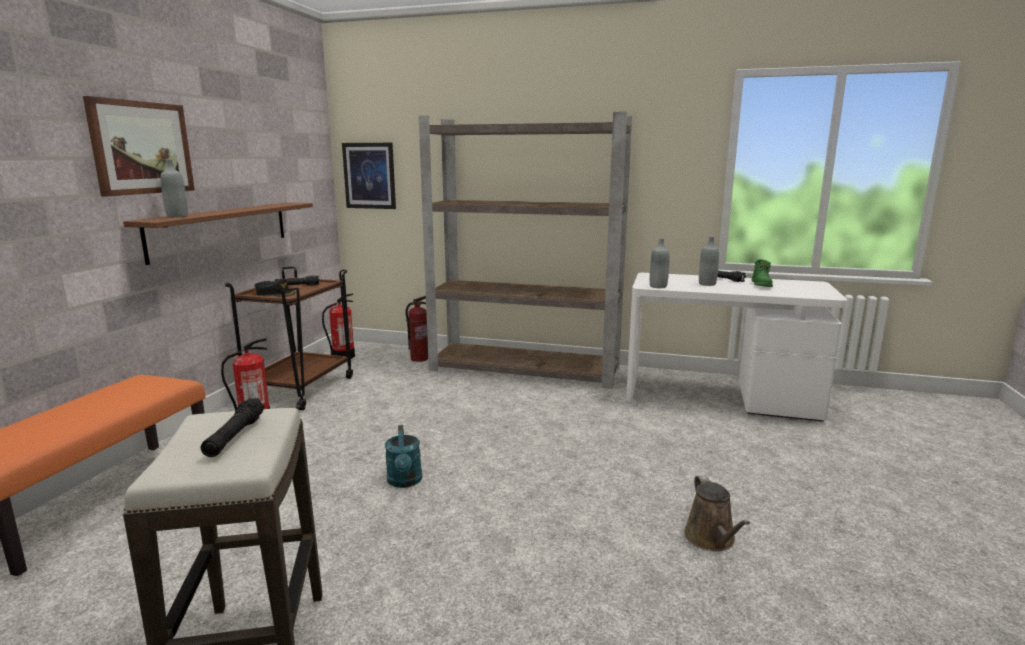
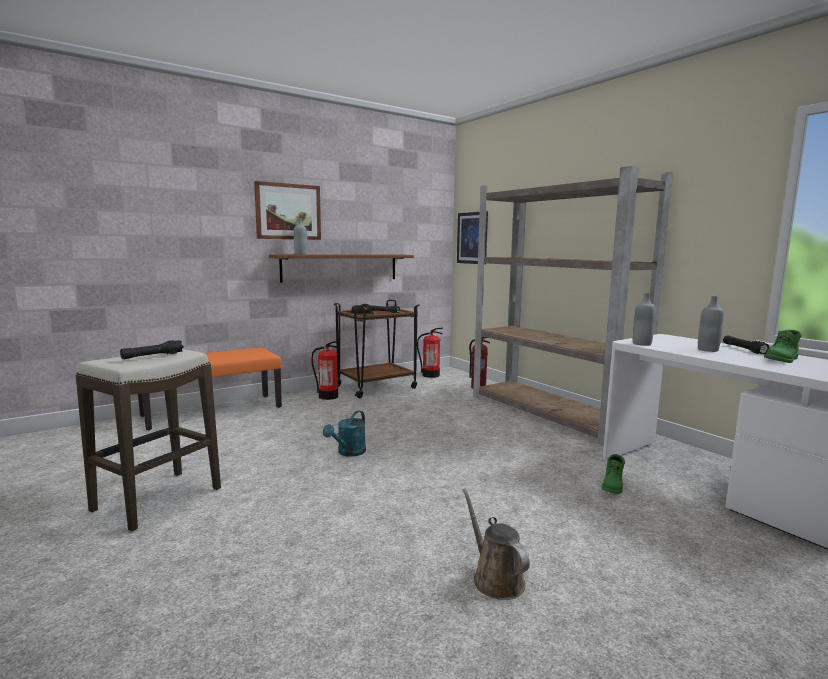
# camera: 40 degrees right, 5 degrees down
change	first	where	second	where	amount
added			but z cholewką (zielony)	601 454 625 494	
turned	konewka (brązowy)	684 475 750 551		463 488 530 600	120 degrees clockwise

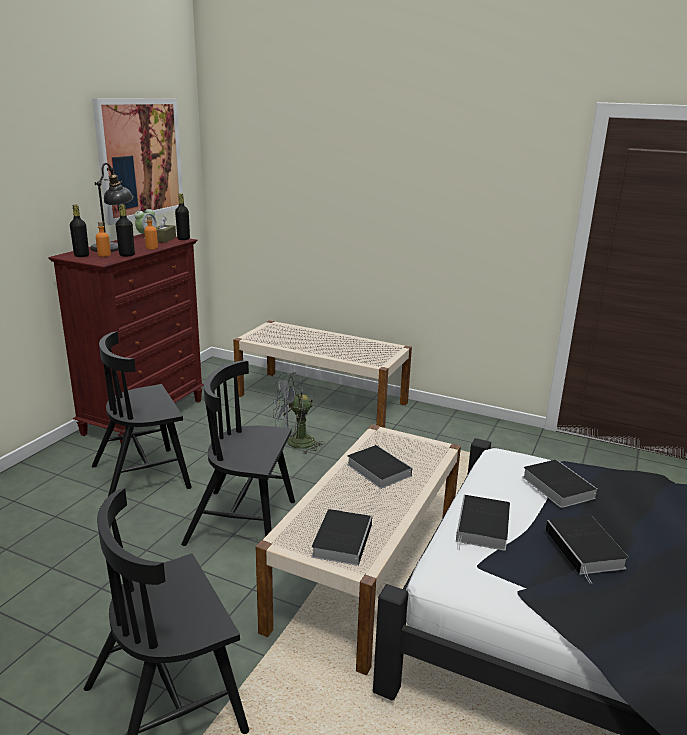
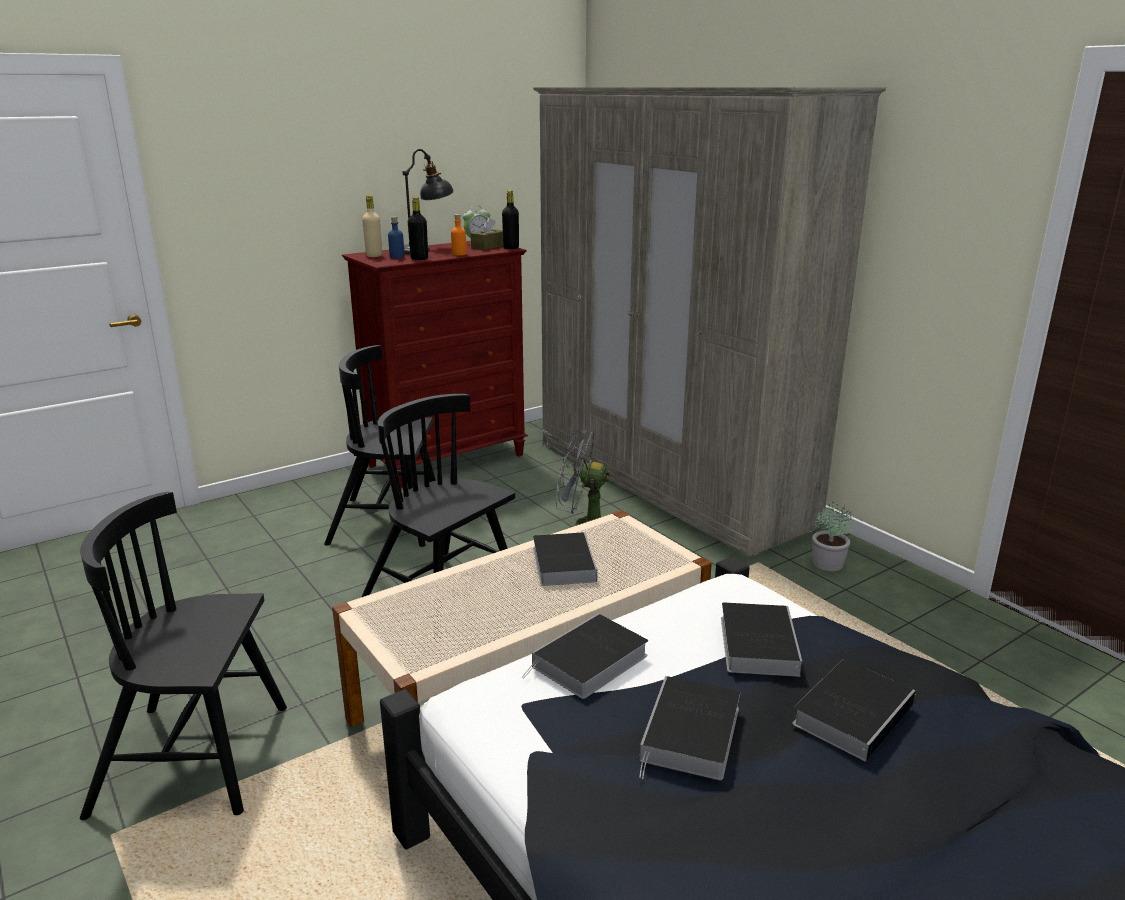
# camera: 30 degrees right, 0 degrees up
change	first	where	second	where	amount
removed	obraz	92 99 183 225			
added			roślina doniczkowa	812 502 852 571	
moved	książka	312 509 372 566		792 659 916 762	
replaced	ławka (beżowy)	233 320 412 428	szafa (beżowy)	533 88 886 557	
recoloured	butelka (czarny)	70 205 89 257	butelka (beżowy)	362 195 382 257	
recoloured	butelka (pomarańczowy)	96 221 111 257	butelka (niebieski)	388 217 405 258	

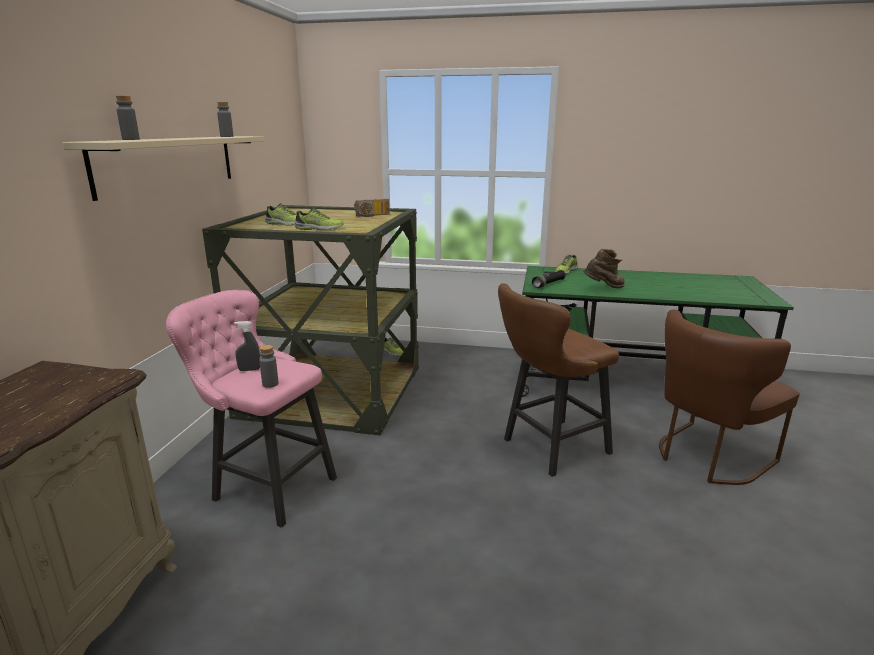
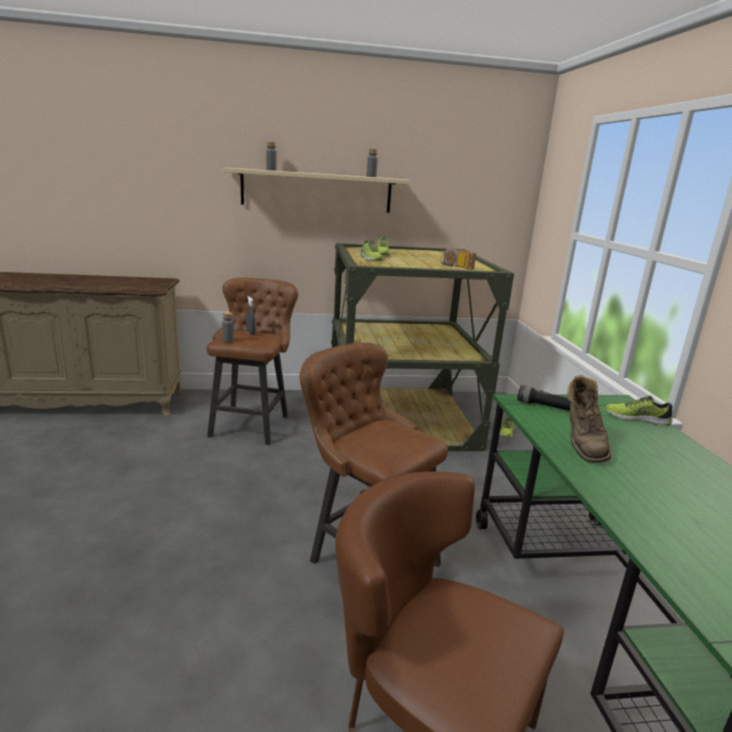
# camera: 70 degrees right, 0 degrees up
change	first	where	second	where	amount
recoloured	stołek (różowy)	166 290 337 528	stołek (brązowy)	207 278 298 445	
turned	but z cholewką (brązowy)	583 249 625 288		567 375 611 463	45 degrees clockwise

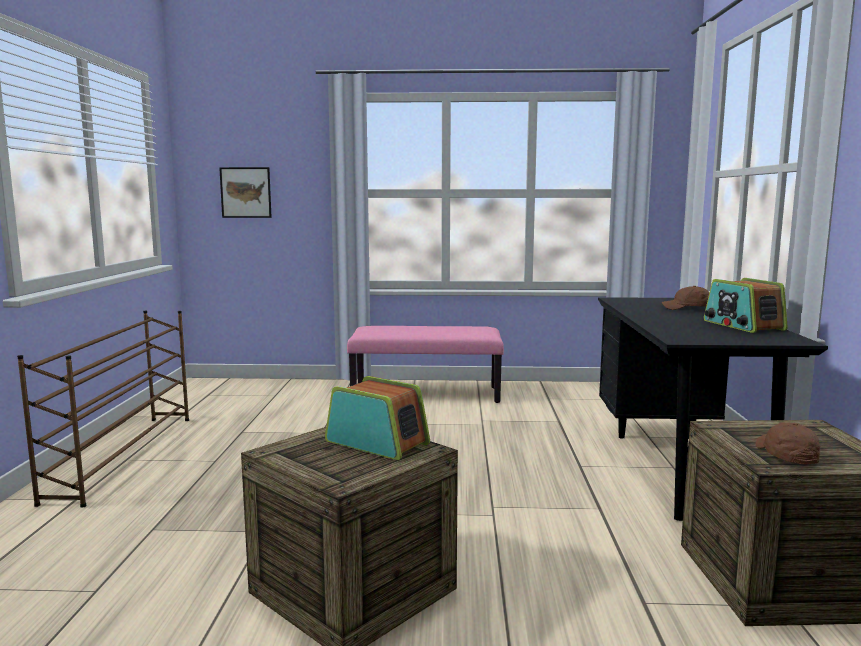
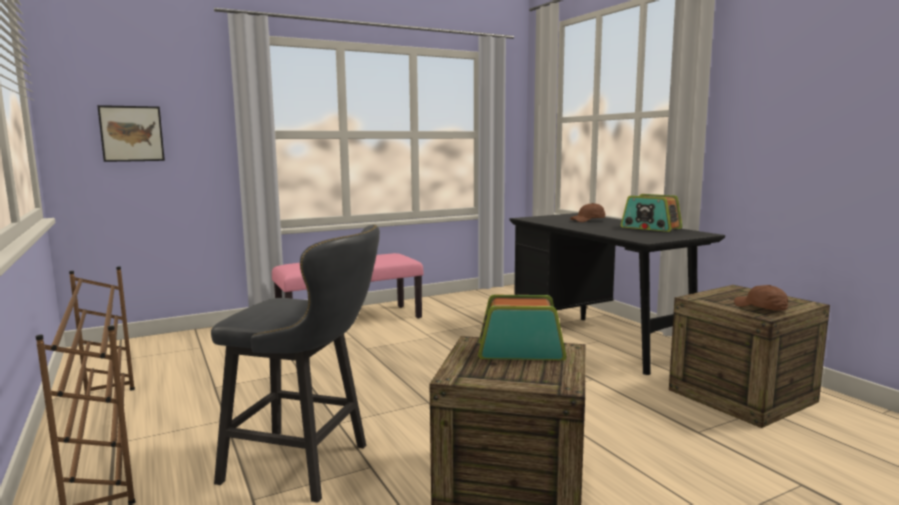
# camera: 30 degrees left, 0 degrees up
change	first	where	second	where	amount
added			stołek (szary)	211 225 380 503	

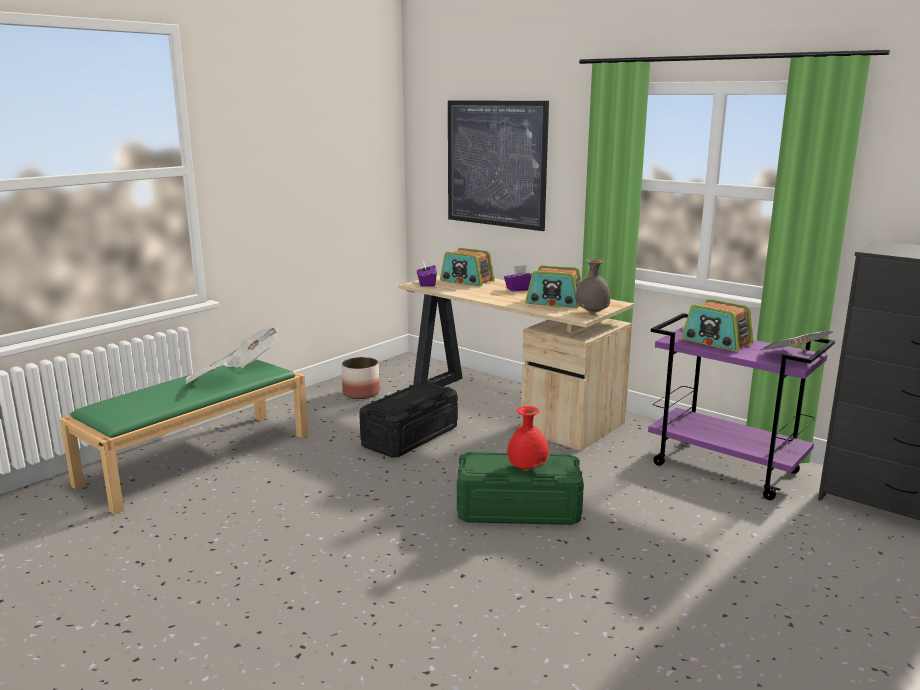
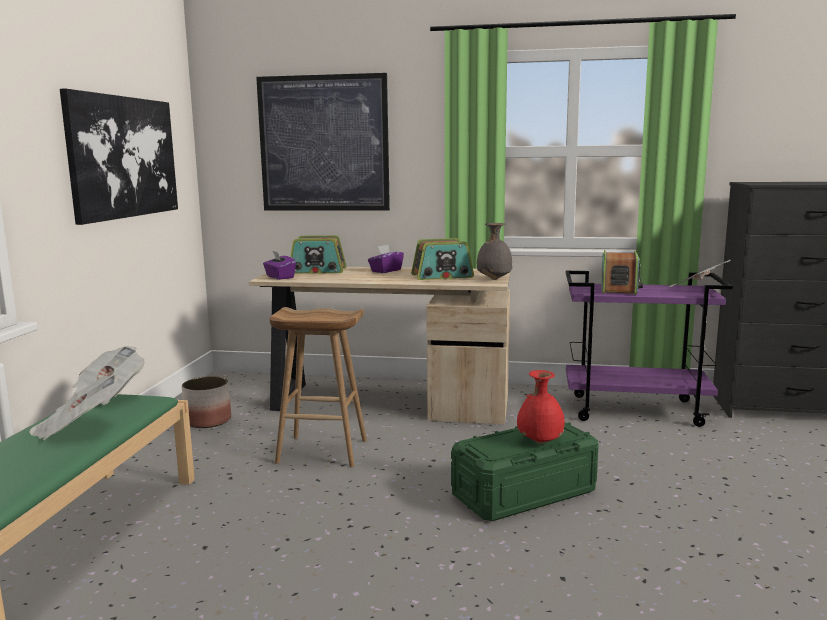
# camera: 30 degrees left, 5 degrees down
change	first	where	second	where	amount
added			obraz	60 88 178 225	
replaced	pojemnik do przechowywania (czarny)	359 382 458 457	stołek (brązowy)	269 307 367 467	
turned	radio	681 299 753 352		601 250 643 295	90 degrees counterclockwise

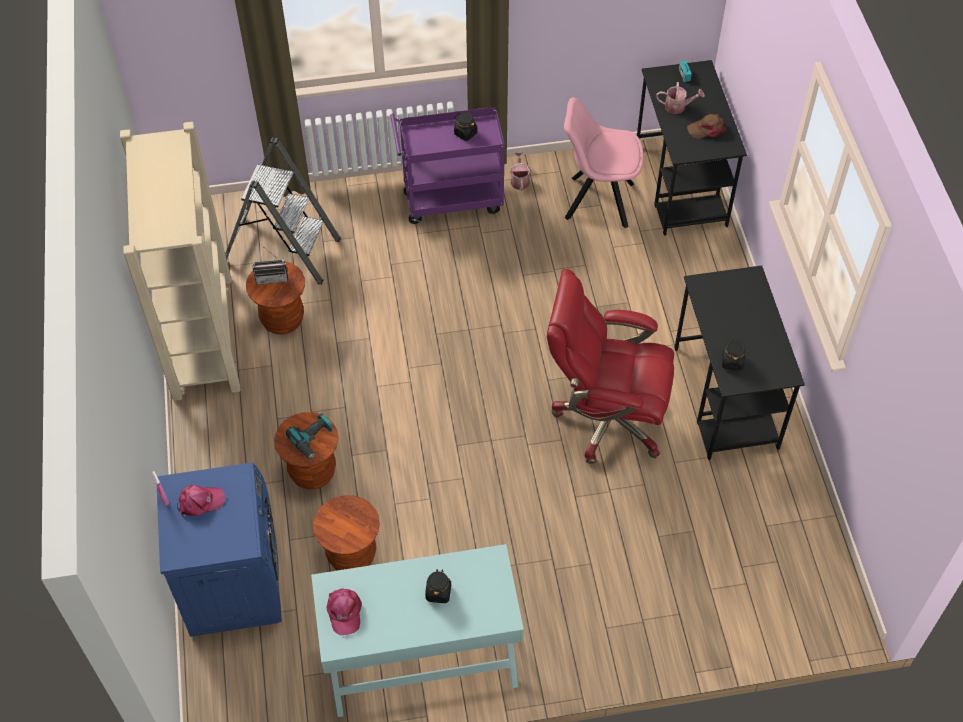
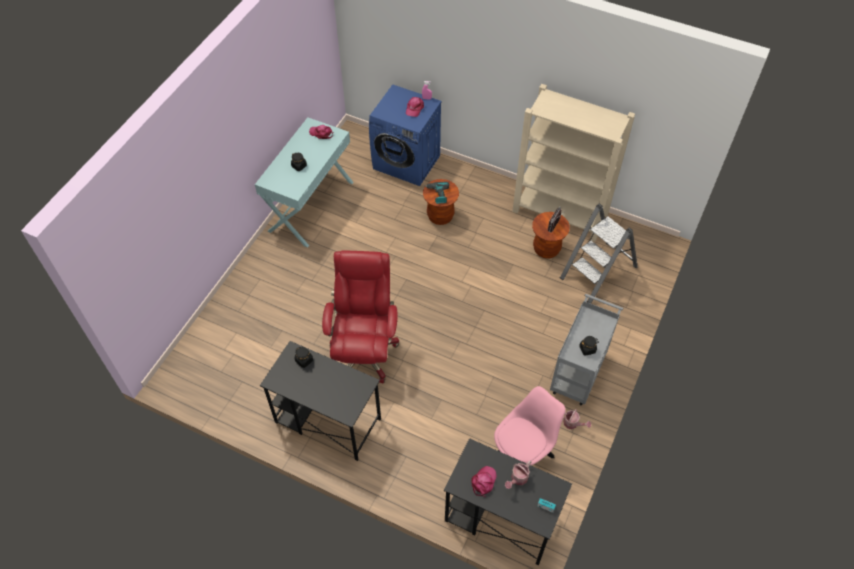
# camera: 125 degrees right, 0 degrees up
change	first	where	second	where	amount
removed	stołek (brązowy)	313 495 380 571			
recoloured	wózek (fioletowy)	390 107 505 224	wózek (szary)	550 293 623 406	
recoloured	czapka z daszkiem (brązowy)	687 114 726 139	czapka z daszkiem (różowy)	471 466 497 497	
turned	krzesło biurowe (czerwony)	547 269 674 464		322 251 399 384	45 degrees counterclockwise

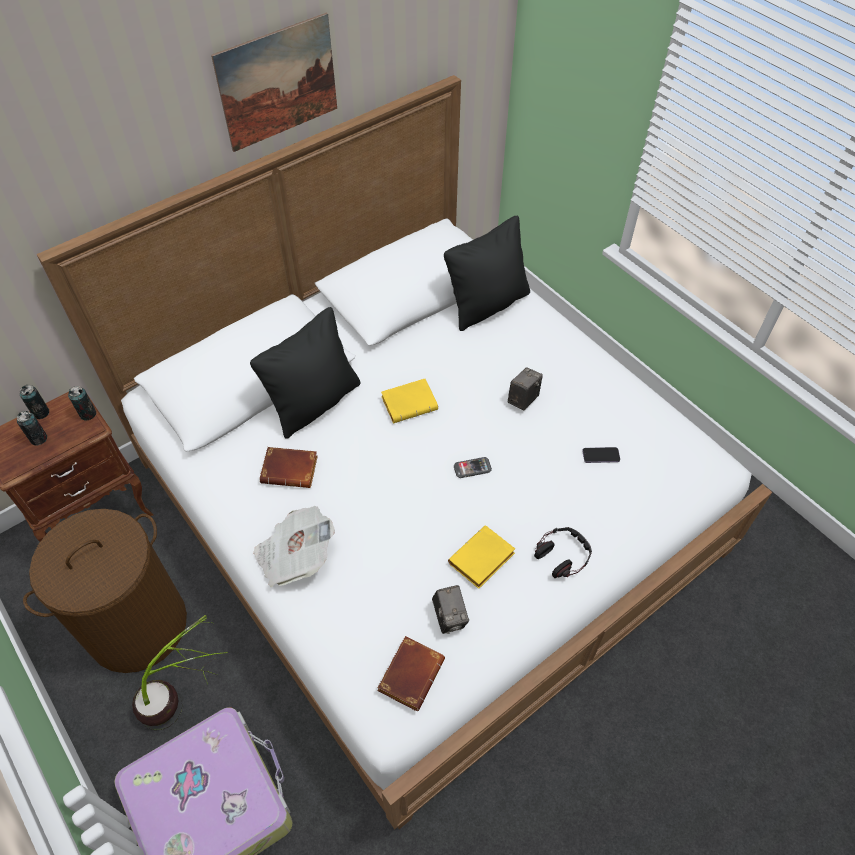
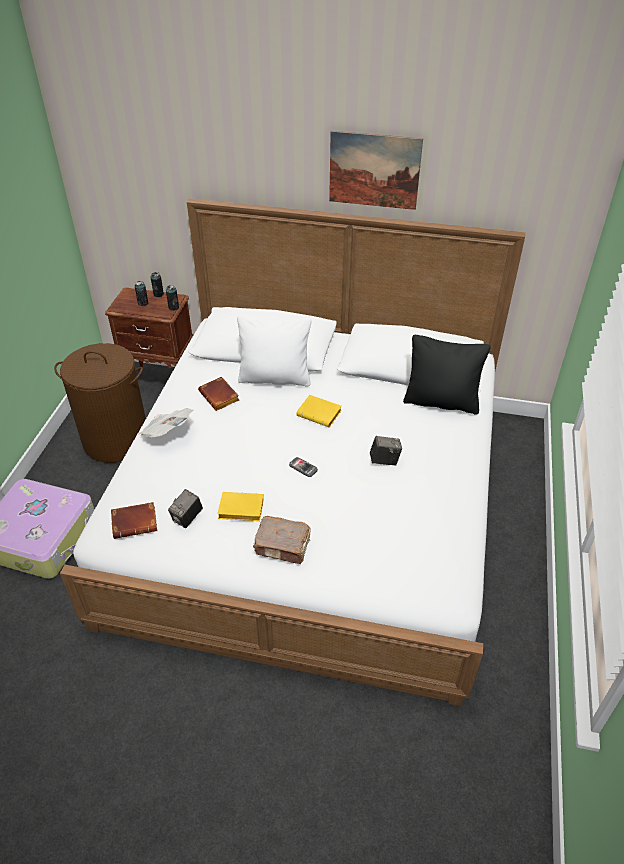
# camera: 50 degrees right, 10 degrees down
change	first	where	second	where	amount
removed	roślina doniczkowa	132 615 228 730			
removed	telefon	582 447 620 463			
replaced	słuchawki	534 527 592 578	książka (brązowy)	253 516 311 564	
recoloured	poduszka (czarny)	250 307 361 439	poduszka (biały)	237 315 312 387	

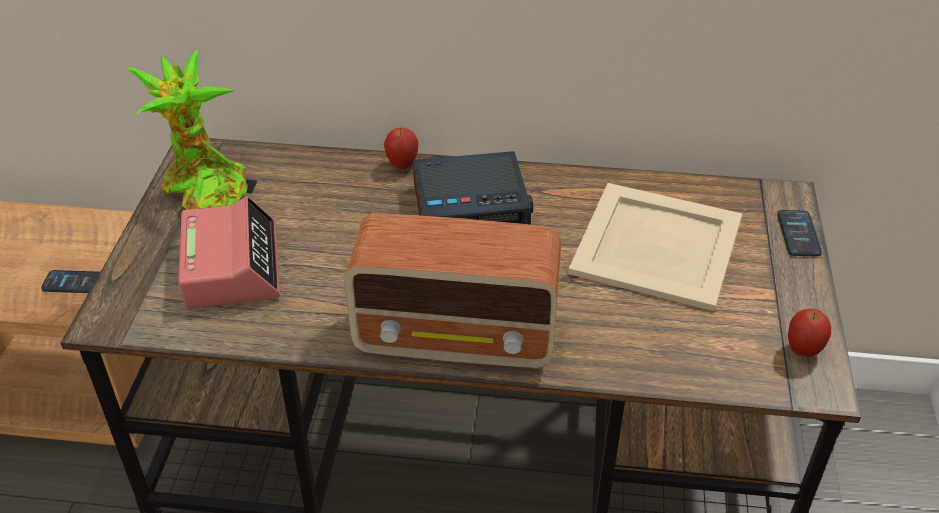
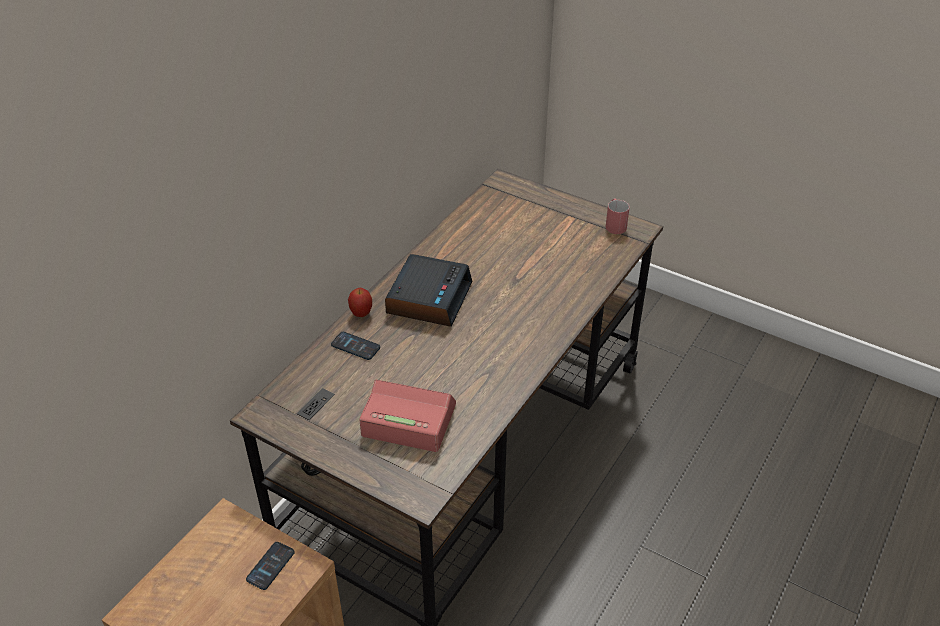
# camera: 65 degrees left, 0 degrees up
change	first	where	second	where	amount
removed	roślina doniczkowa	126 50 248 210			
removed	radio	345 213 561 368			
removed	taca (beżowy)	568 183 742 311			
moved	telefon	777 210 822 256		331 332 380 360	
replaced	jabłko	788 309 831 357	kubek (czerwony)	606 199 630 234	

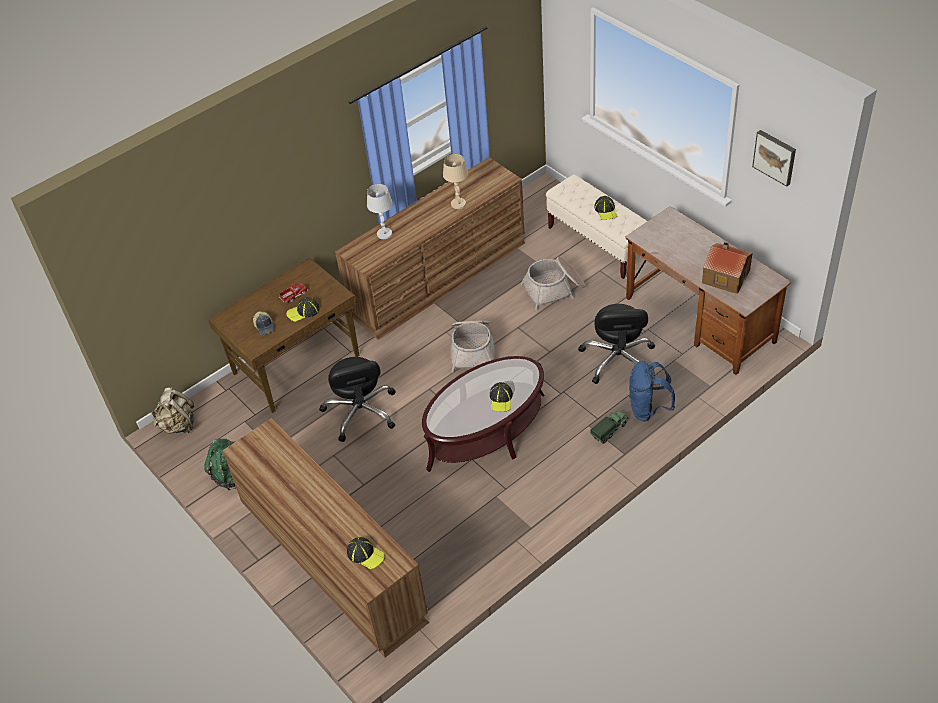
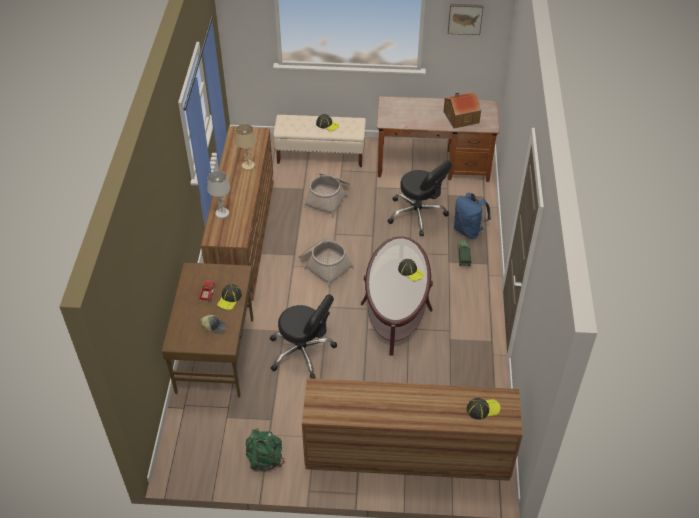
# camera: 50 degrees left, 0 degrees up
change	first	where	second	where	amount
removed	plecak (beżowy)	151 387 194 434			

